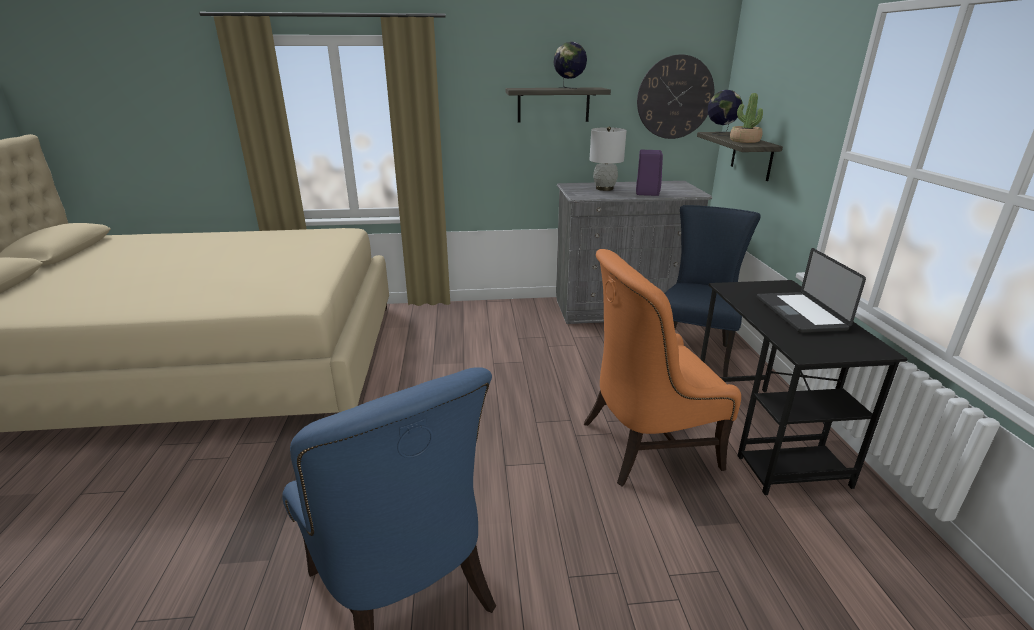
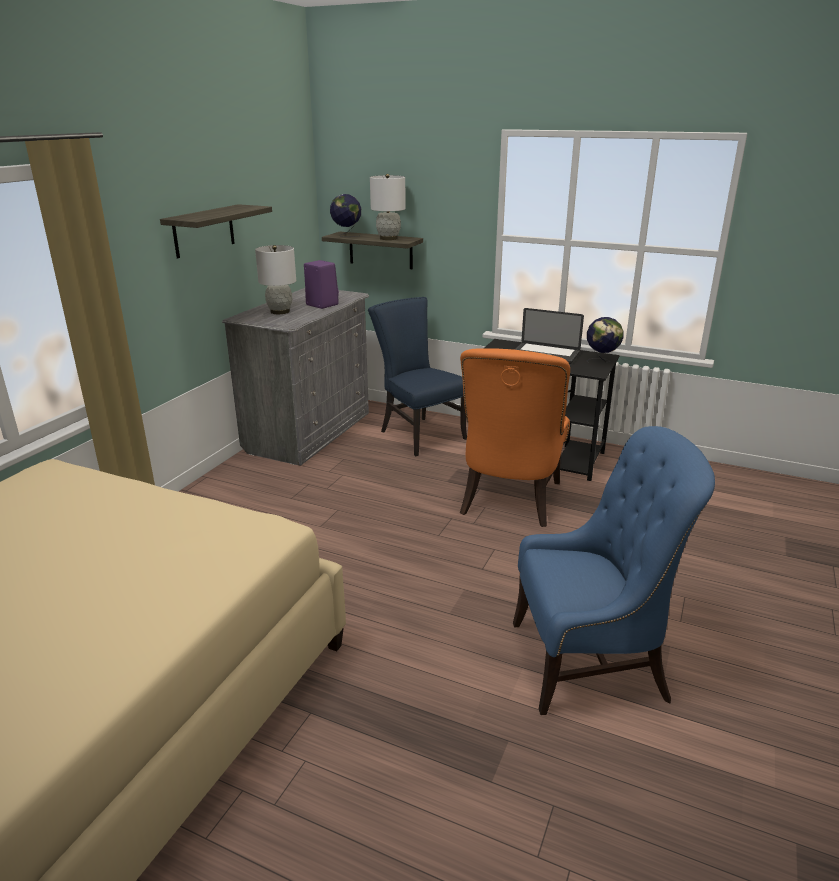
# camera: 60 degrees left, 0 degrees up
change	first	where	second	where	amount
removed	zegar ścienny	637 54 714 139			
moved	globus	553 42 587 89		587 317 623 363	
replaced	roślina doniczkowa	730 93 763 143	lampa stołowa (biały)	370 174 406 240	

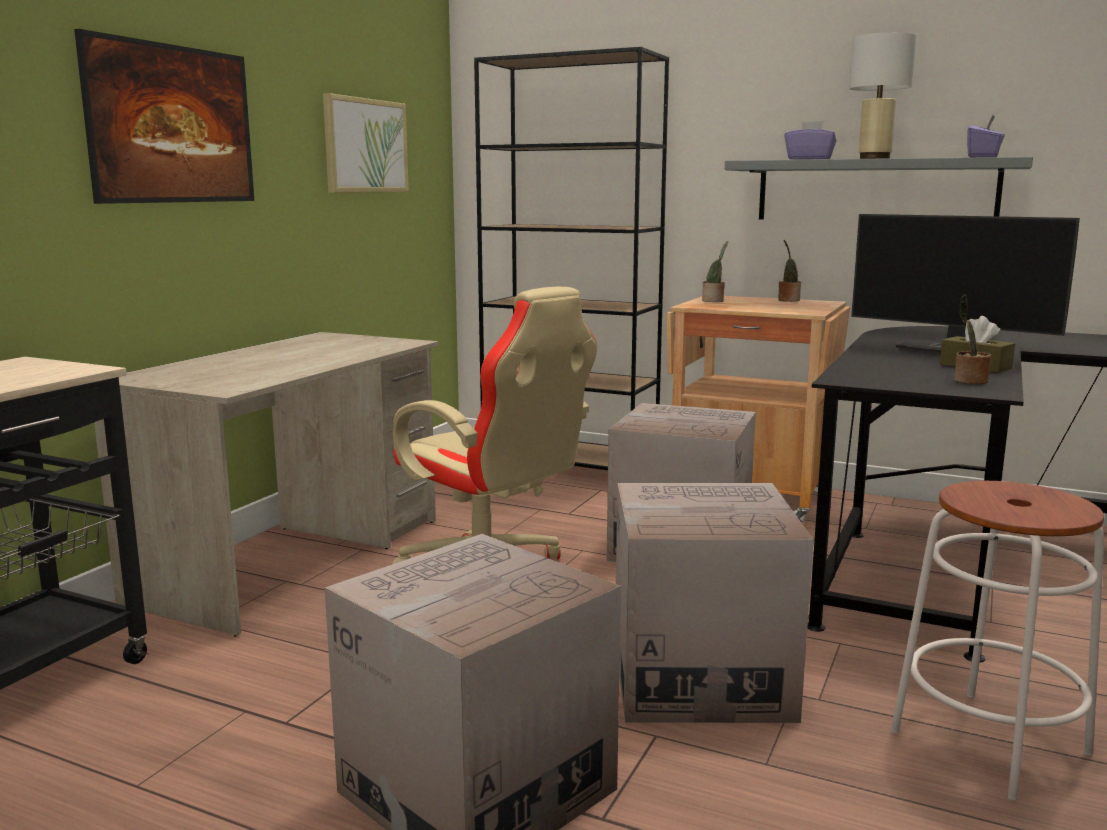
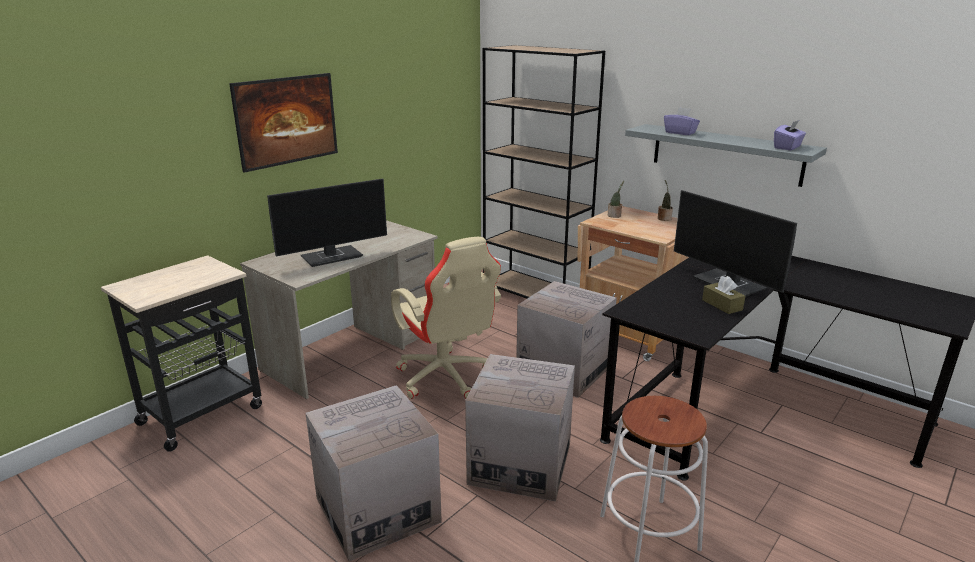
# camera: 15 degrees right, 10 degrees up
change	first	where	second	where	amount
removed	obraz	323 93 409 193			
removed	lampa stołowa (biały)	849 32 916 159			
removed	roślina doniczkowa	955 294 991 384			
added			monitor	267 179 387 267	

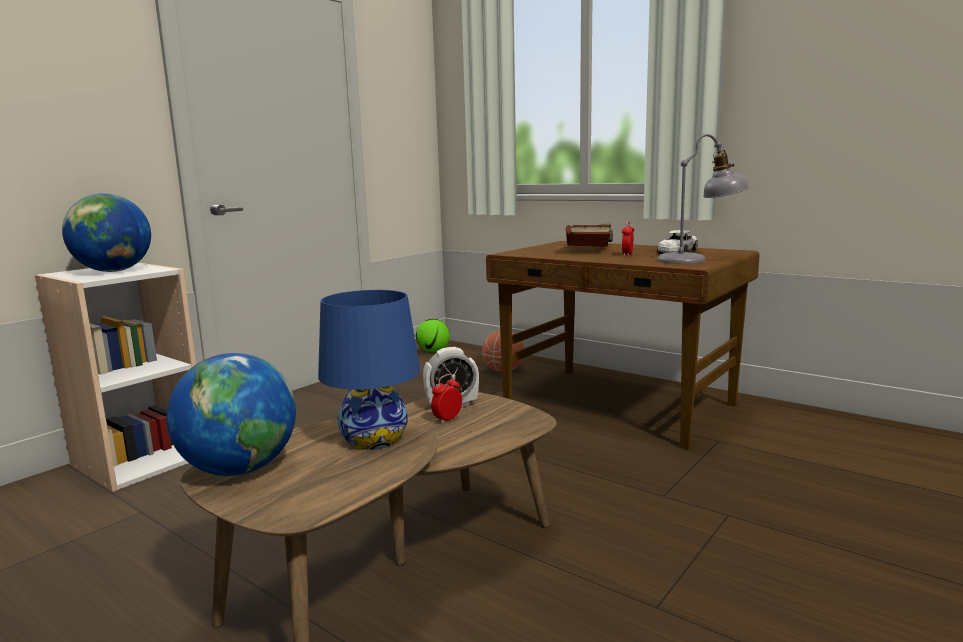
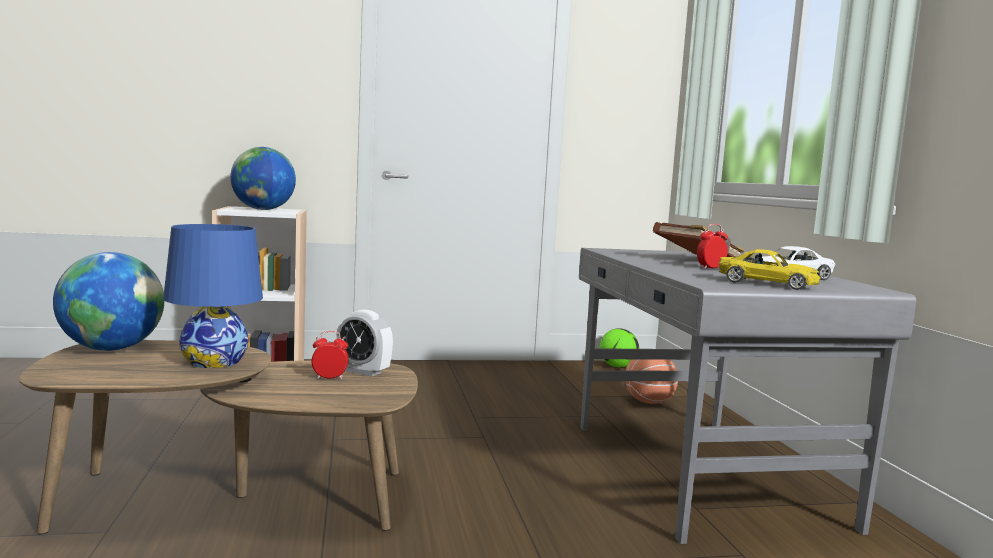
# camera: 40 degrees right, 5 degrees down
change	first	where	second	where	amount
replaced	lampa stołowa (szary)	657 134 750 264	samochodzik (żółty)	719 249 820 290	
recoloured	biurko (brązowy)	486 241 760 449	biurko (szary)	579 248 916 544	

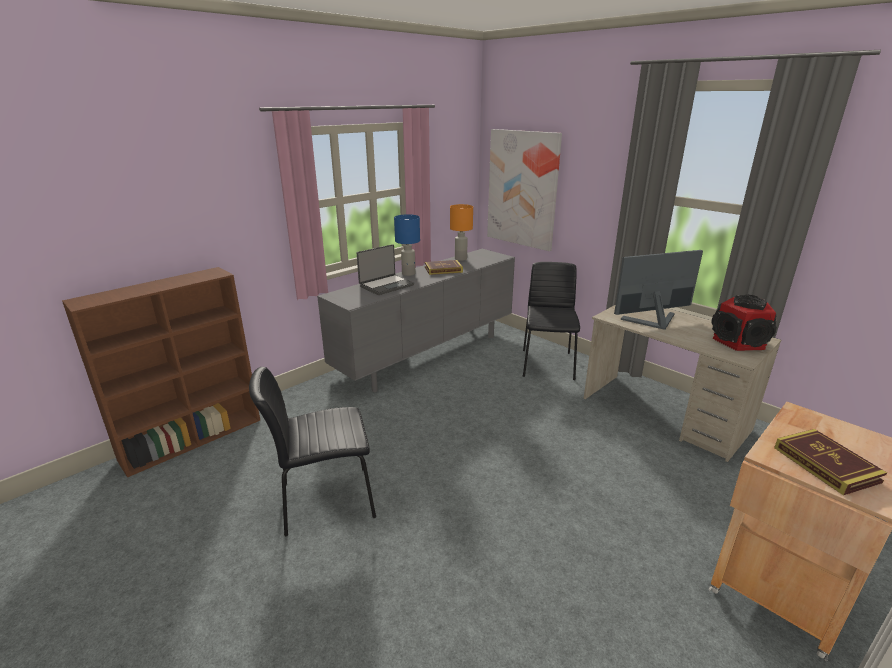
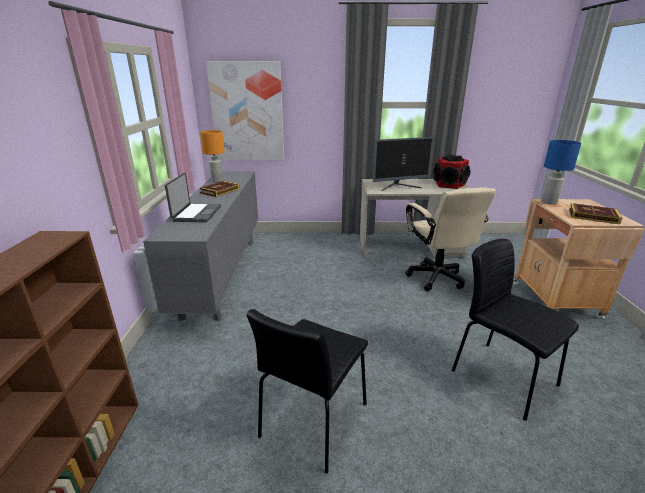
# camera: 45 degrees left, 0 degrees up
change	first	where	second	where	amount
added			krzesło biurowe (beżowy)	405 187 496 291	
moved	lampa stołowa (niebieski)	394 214 420 276		542 140 581 205	
moved	krzesło (czarny)	523 262 580 380		452 239 579 421	
turned	monitor	614 250 703 330		373 137 434 191	135 degrees counterclockwise

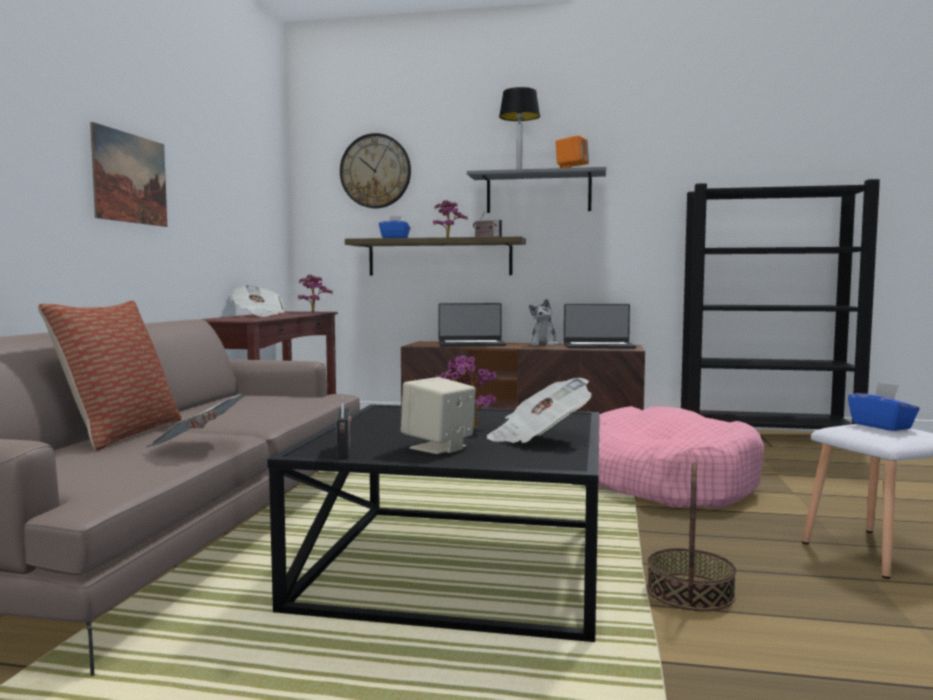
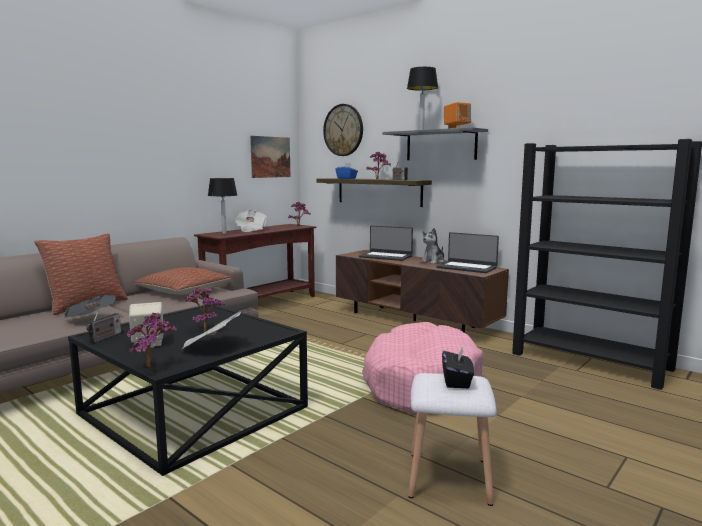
# camera: 30 degrees right, 5 degrees up
change	first	where	second	where	amount
removed	koszyk	647 462 736 611			
added			roślina doniczkowa	127 313 177 367	
added			poduszka	134 267 231 295	
added			lampa stołowa	208 178 237 234	
moved	obraz	90 122 167 227		250 136 291 178	
recoloured	pudełko chusteczek (niebieski)	848 382 920 431	pudełko chusteczek (czarny)	442 346 474 388	

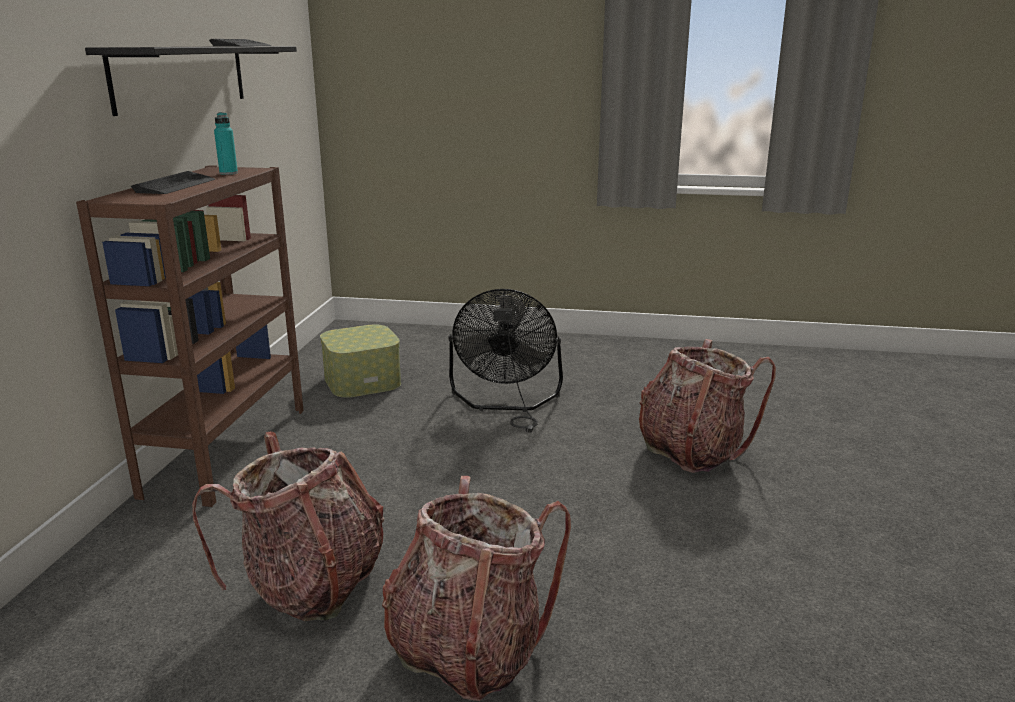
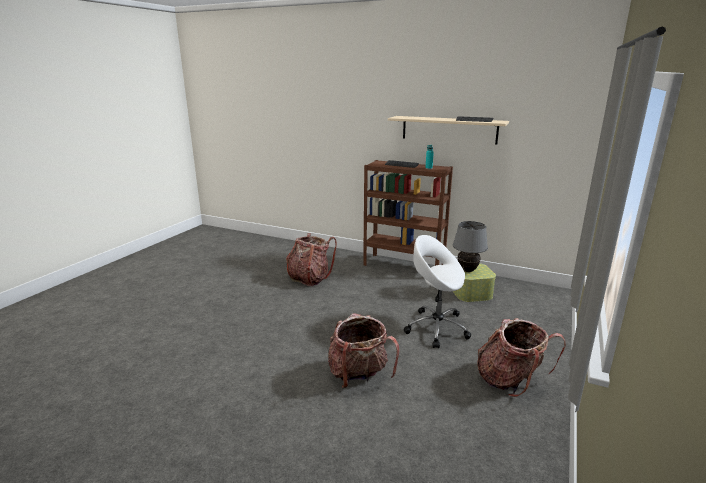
# camera: 105 degrees right, 0 degrees up
change	first	where	second	where	amount
added			lampa stołowa (szary)	453 221 488 272	
moved	plecak	382 476 571 701		478 318 566 397	
replaced	wentylator (czarny)	449 289 563 432	krzesło biurowe (biały)	404 235 471 348	
recoloured	półka (czarny)	85 46 297 116	półka (beżowy)	388 116 509 145	

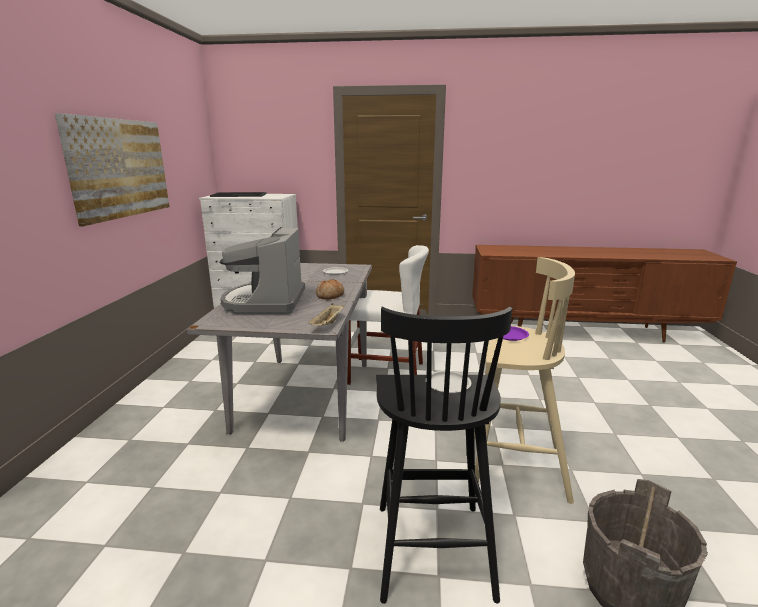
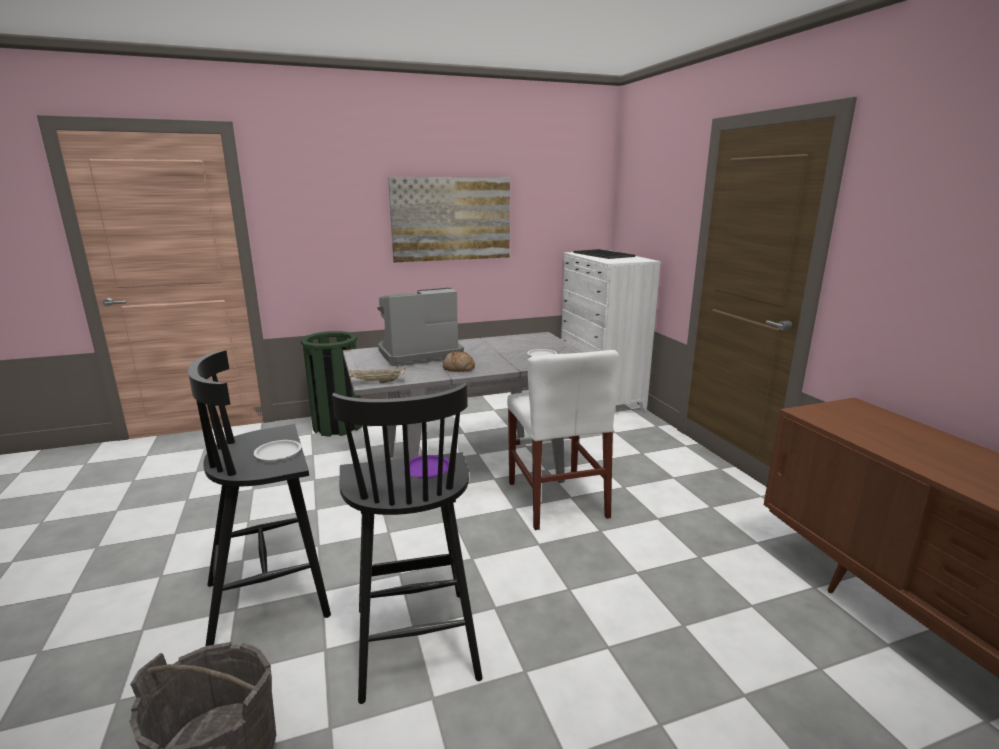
# camera: 65 degrees right, 0 degrees up
change	first	where	second	where	amount
added			kosz na śmieci (zielony)	301 331 362 437	
recoloured	stołek (beżowy)	474 257 575 504	stołek (czarny)	332 383 483 704	

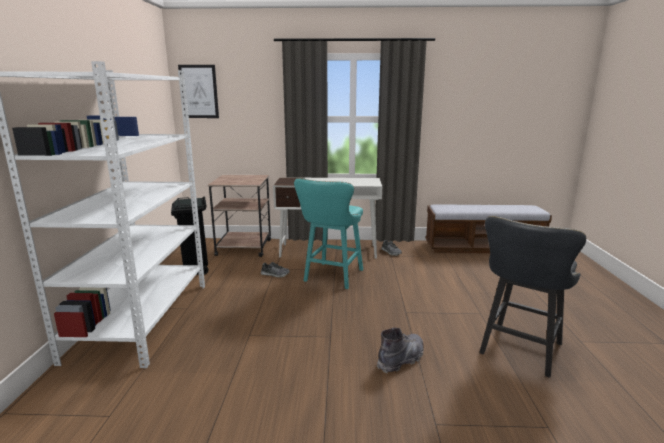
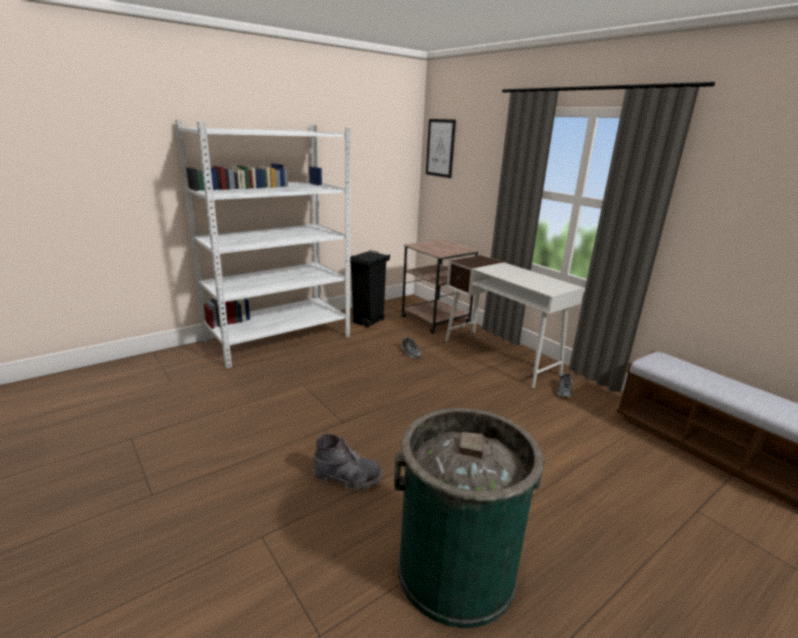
# camera: 50 degrees right, 5 degrees up
change	first	where	second	where	amount
removed	stołek (turkusowy)	294 178 363 289			
replaced	stołek (szary)	479 216 586 378	kosz na śmieci (zielony)	394 408 545 628	

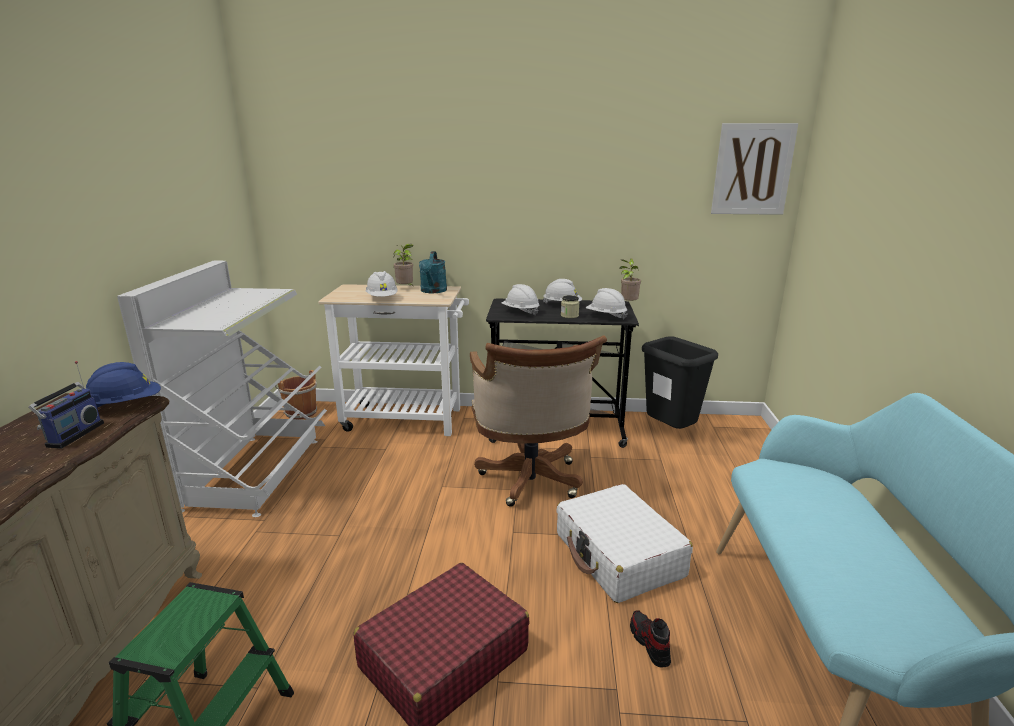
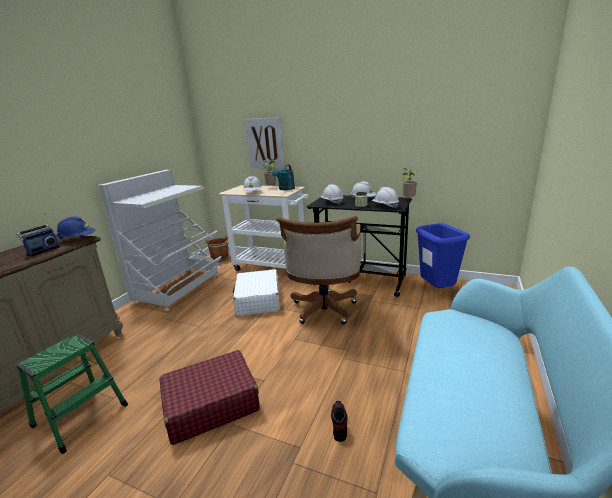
# camera: 20 degrees right, 0 degrees up
change	first	where	second	where	amount
moved	walizka (biały)	556 484 693 603		233 269 280 316	
moved	obraz	711 123 798 215		245 117 285 168	
recoloured	kosz na śmieci (czarny)	642 336 718 429	kosz na śmieci (niebieski)	416 223 470 288	

